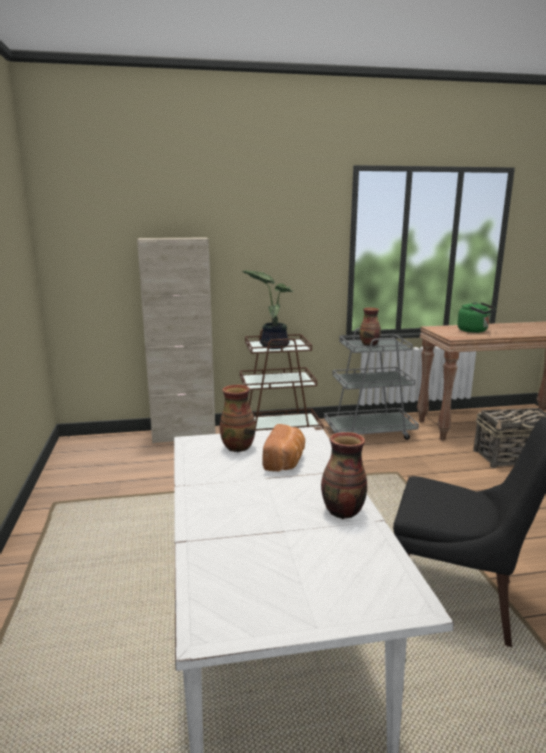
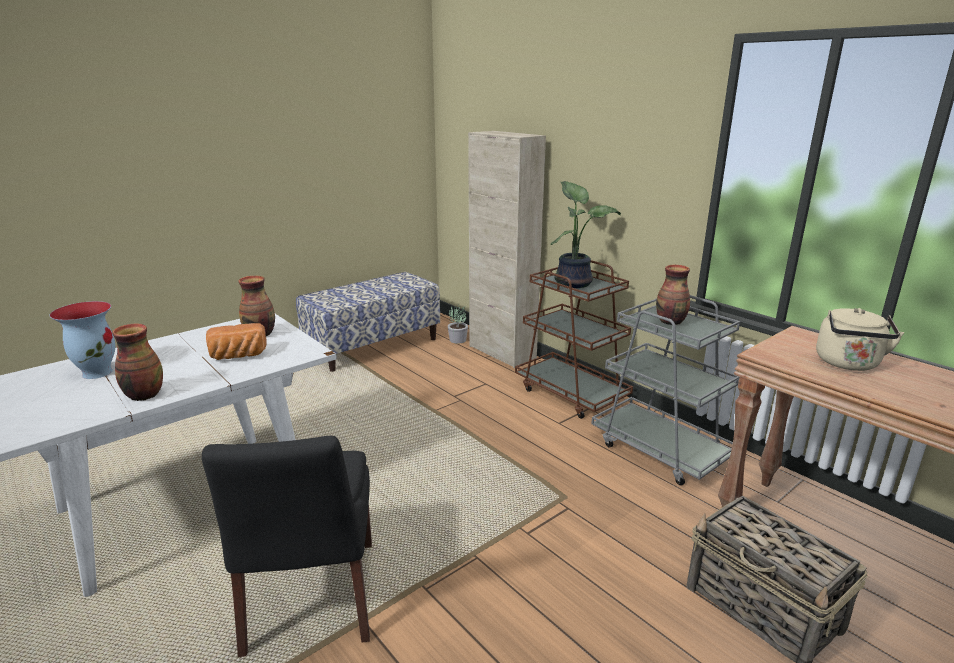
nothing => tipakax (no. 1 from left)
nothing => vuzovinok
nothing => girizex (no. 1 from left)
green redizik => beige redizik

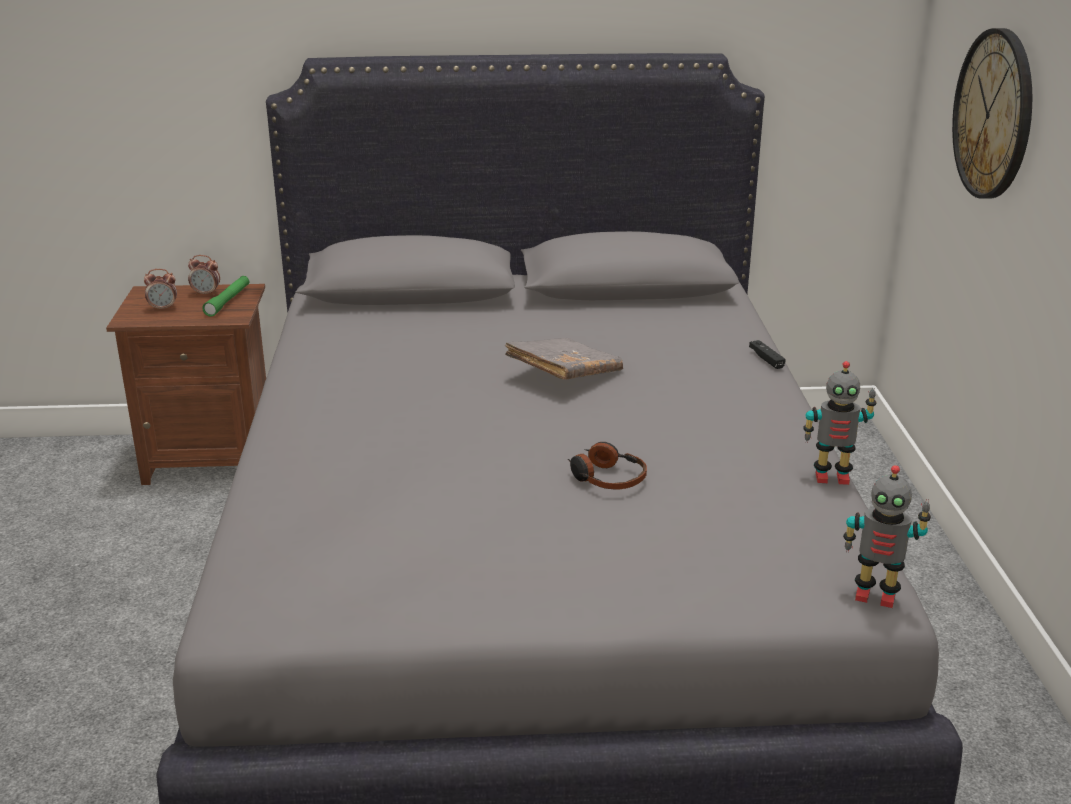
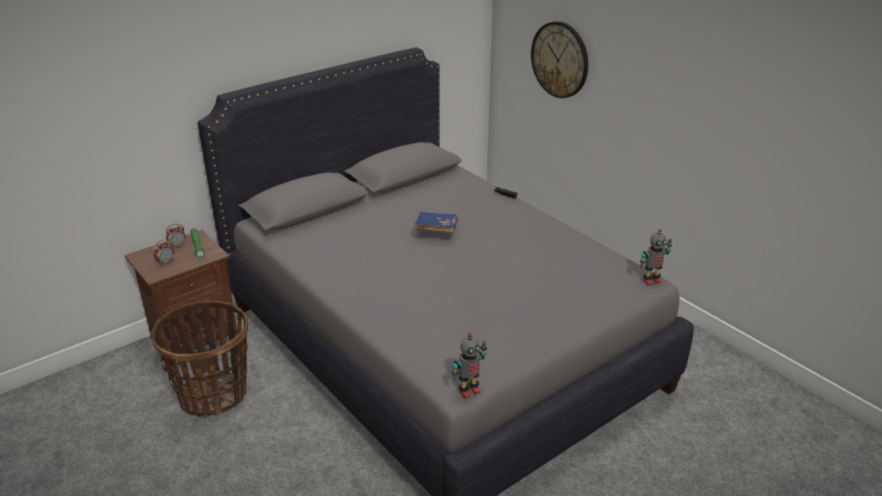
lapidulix => nothing
nothing => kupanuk
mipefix (no. 1 from left), relocated
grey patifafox => blue patifafox

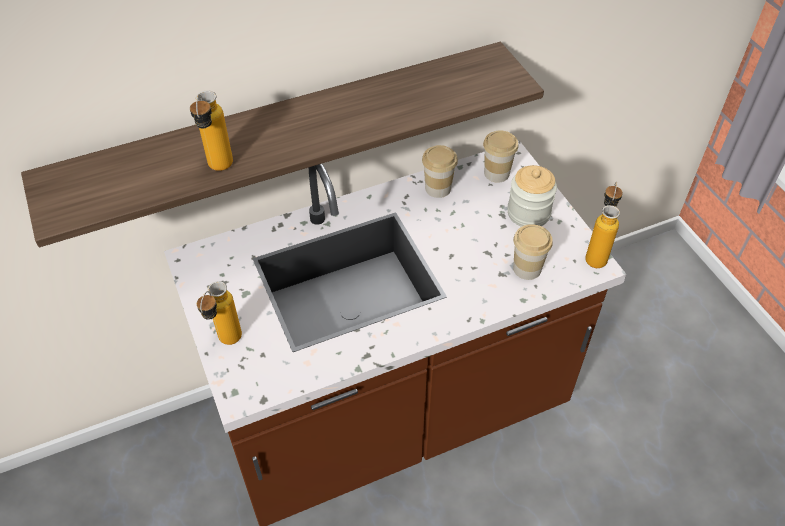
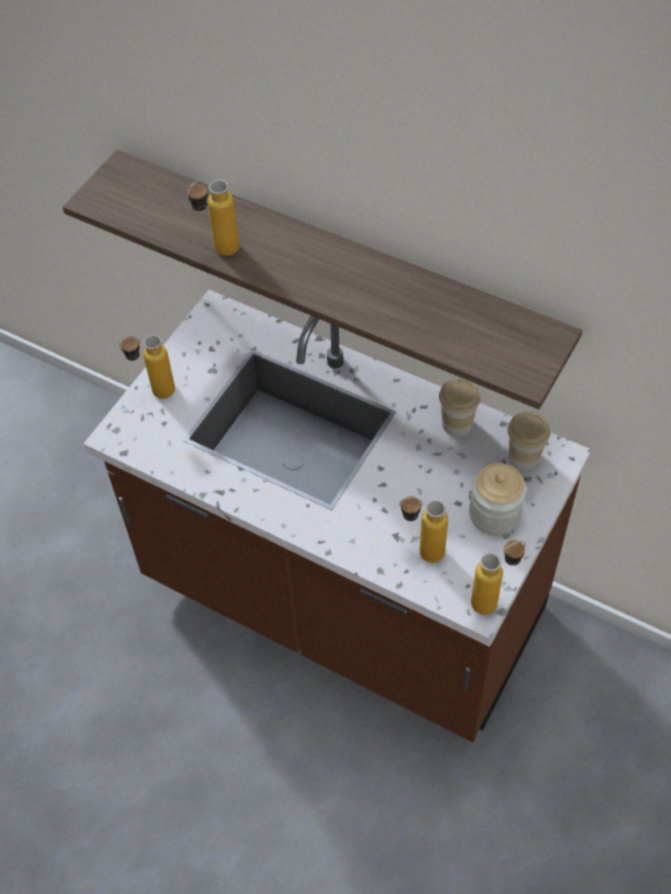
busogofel (no. 3 from left) => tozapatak (no. 3 from left)

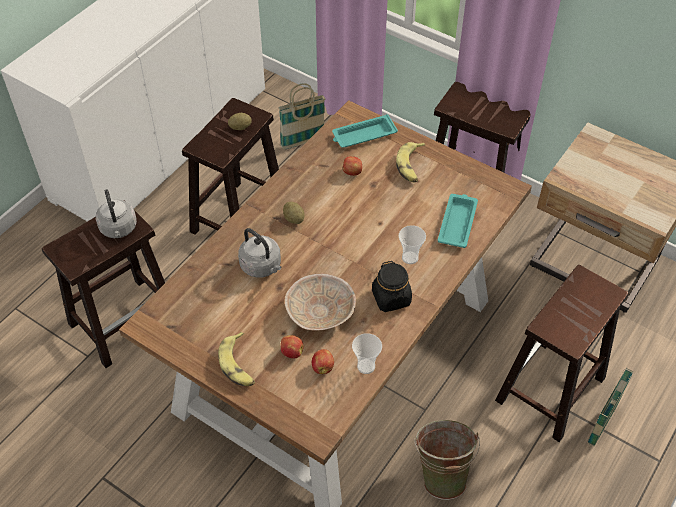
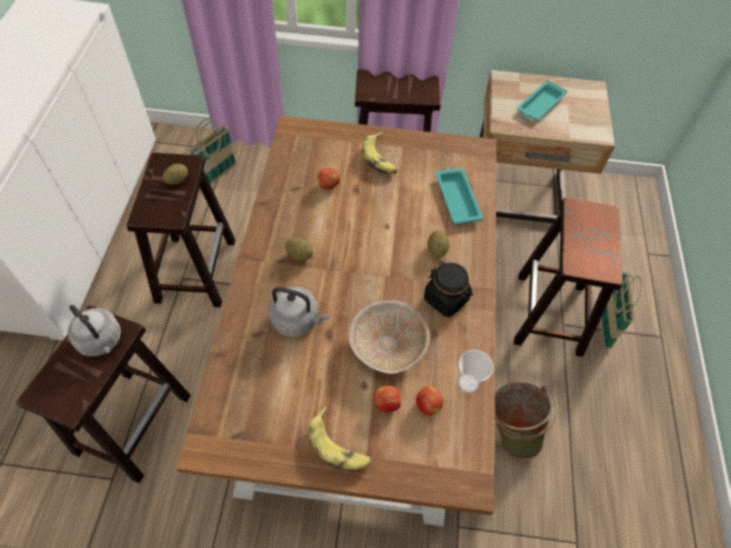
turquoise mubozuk (no. 1 from left in the first image) => turquoise mubozuk (no. 2 from left), relocated
busogofel (no. 2 from left) => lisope (no. 3 from left)

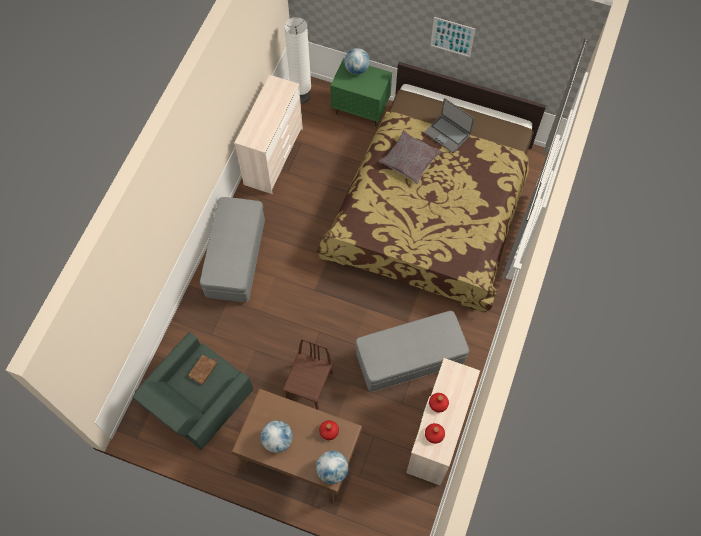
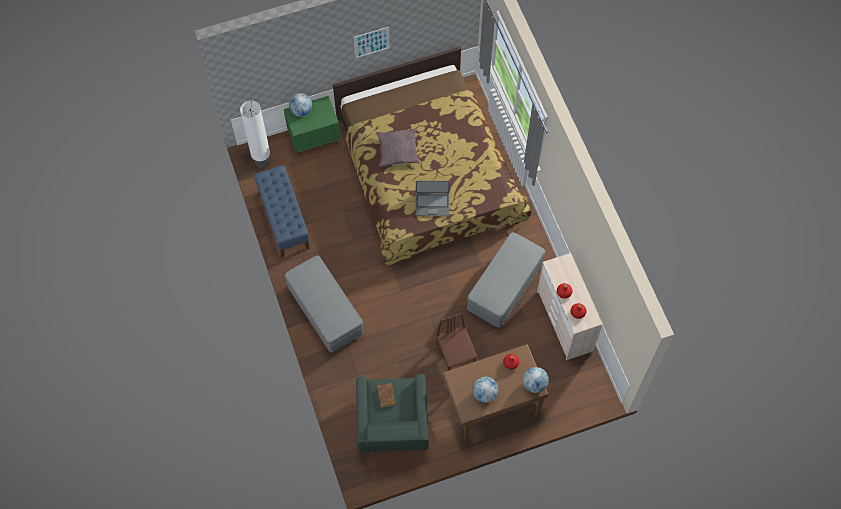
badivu, relocated
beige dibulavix (no. 1 from left) => blue vuzovinok

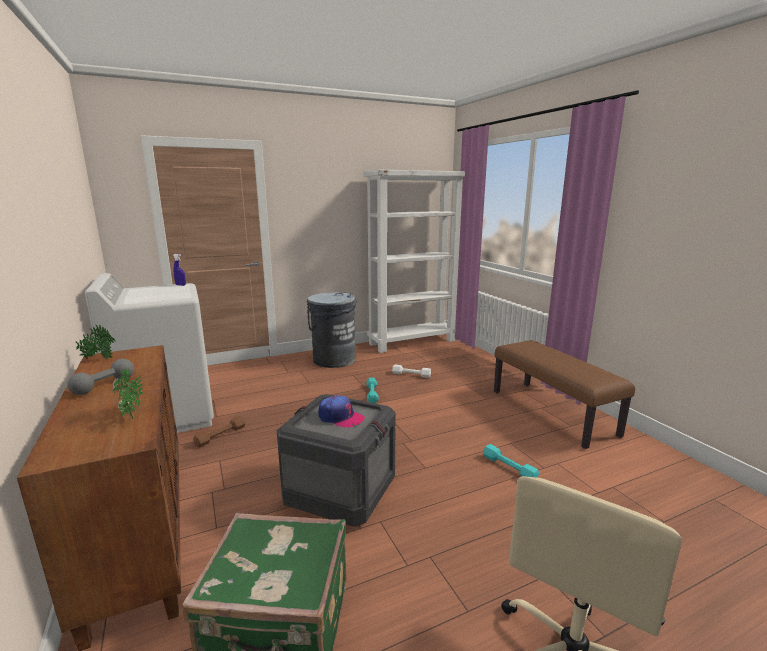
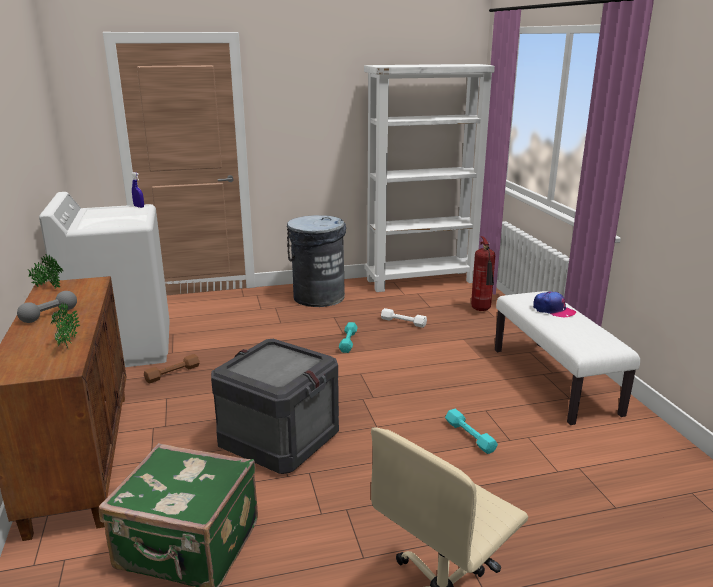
nothing => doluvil
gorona, relocated
brown vuzovinok => white vuzovinok

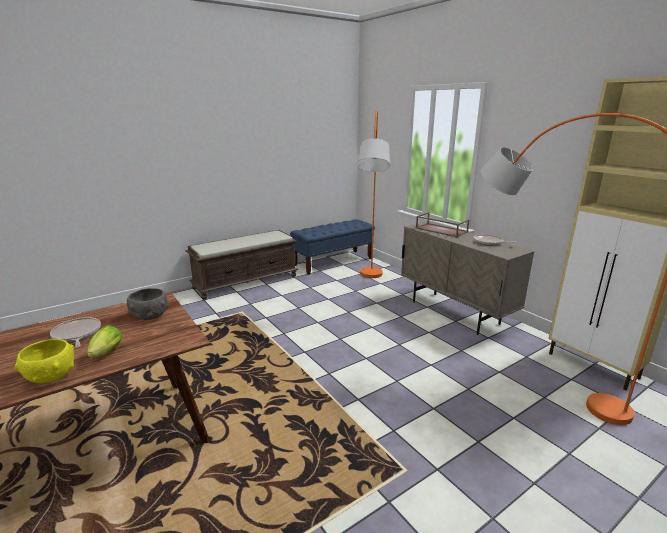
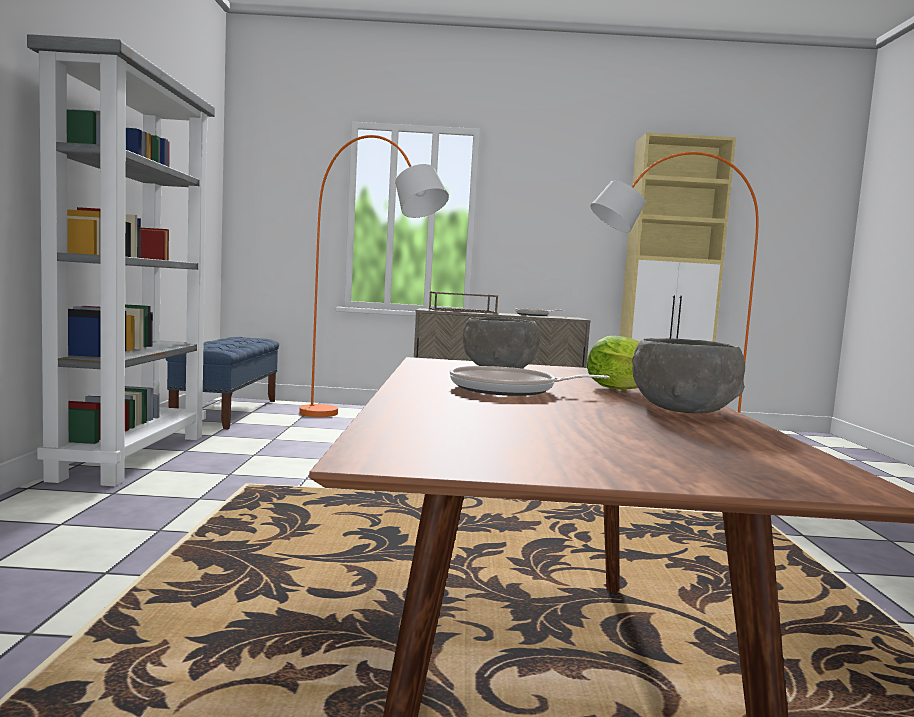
brown vuzovinok => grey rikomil
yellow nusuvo => grey nusuvo (no. 2 from left)

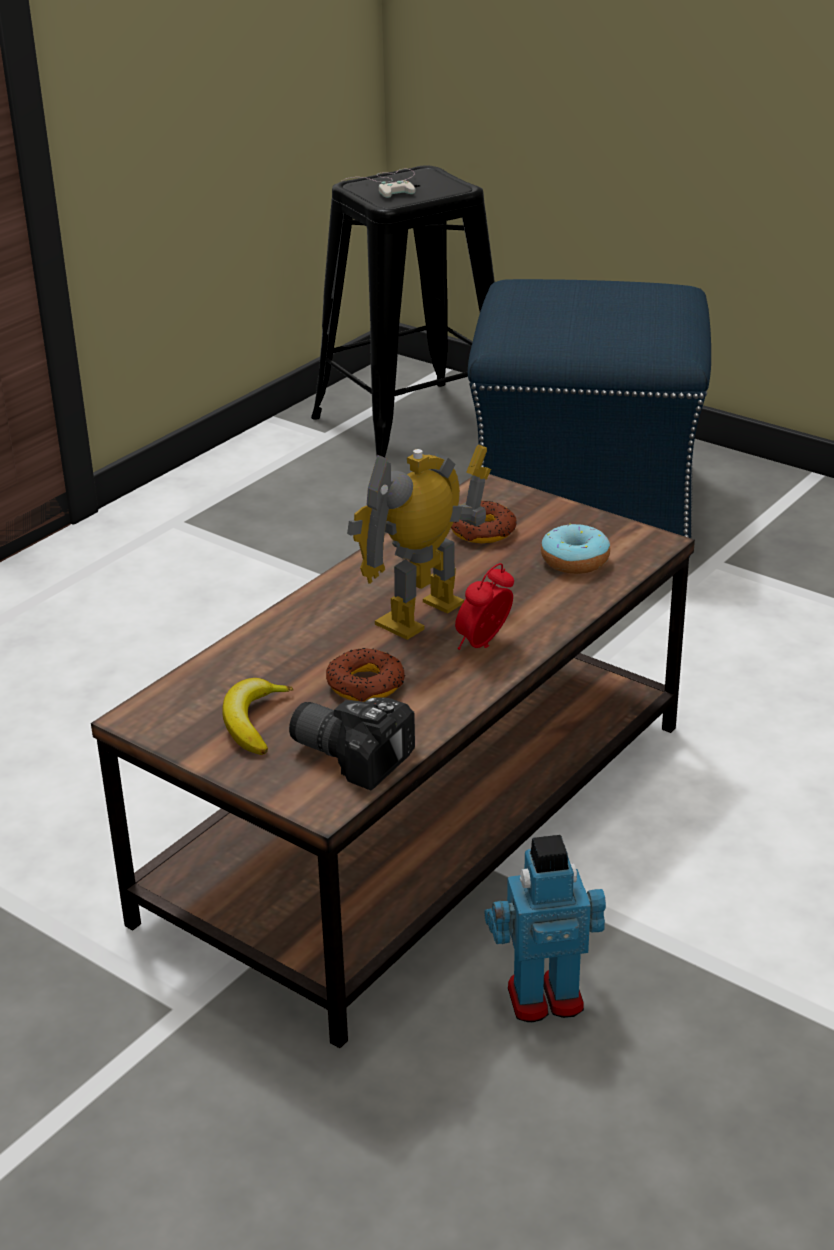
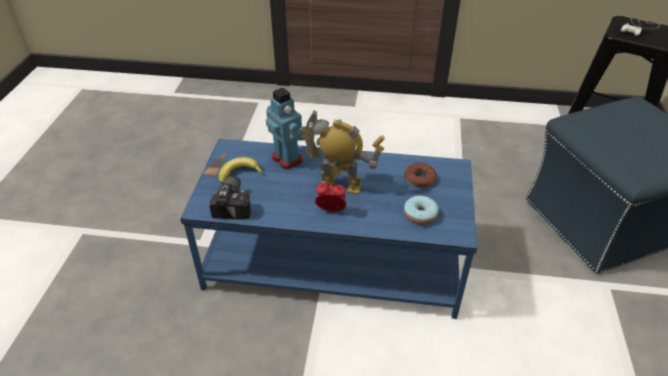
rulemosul (no. 1 from left) => nothing
mipefix (no. 2 from left in the first image) => mipefix (no. 1 from left), relocated
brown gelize => blue gelize

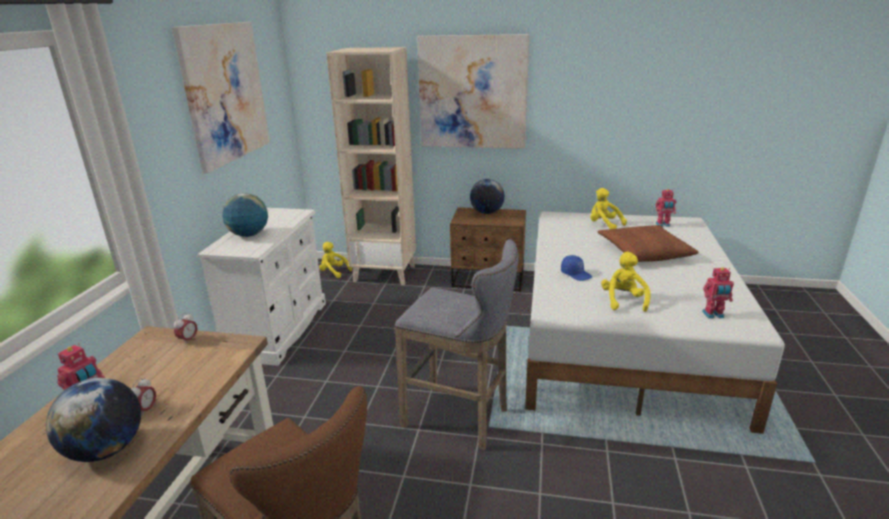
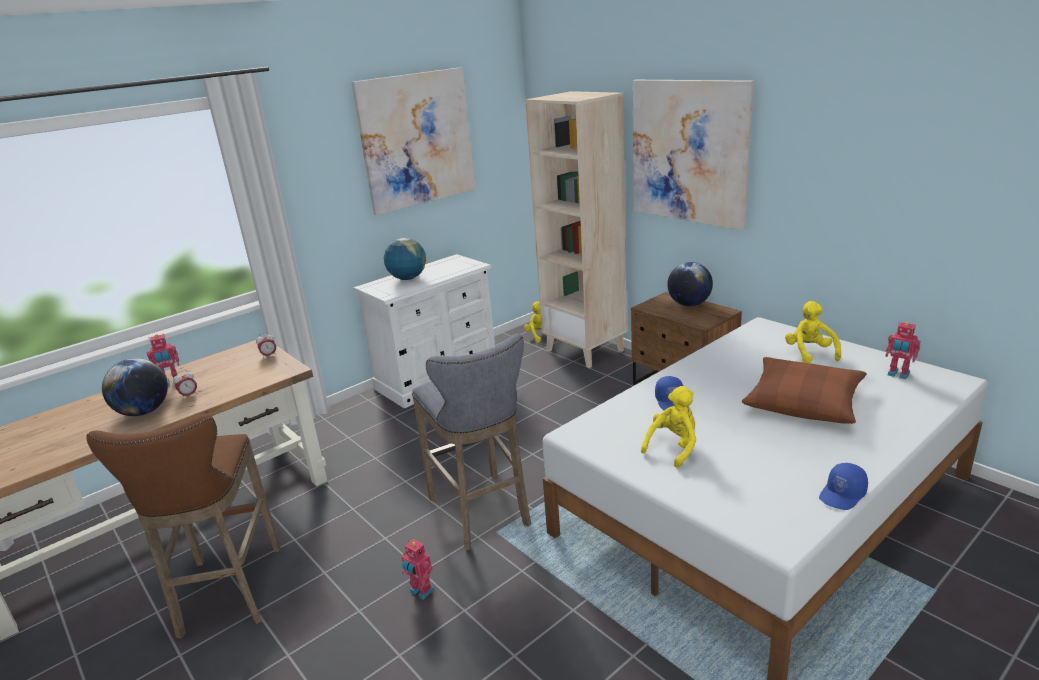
nothing => blue gorona (no. 2 from left)
mipefix (no. 3 from left in the first image) => mipefix (no. 2 from left), relocated

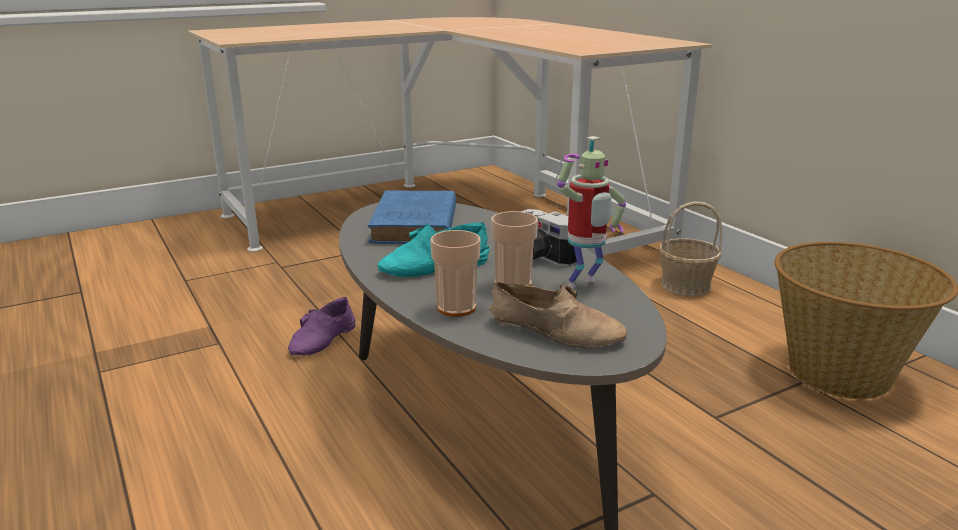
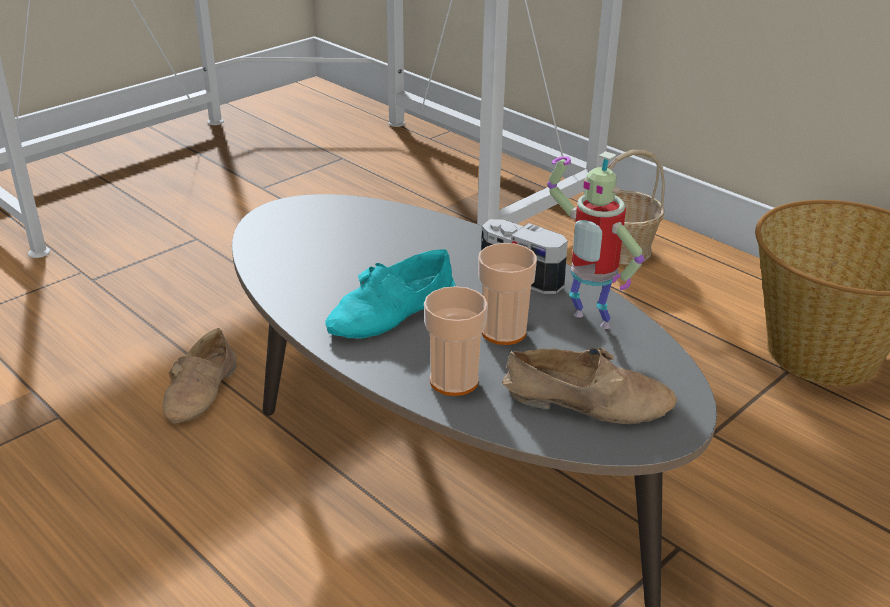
blue patifafox => nothing
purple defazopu => beige defazopu (no. 1 from left)
mipefix, 90 degrees clockwise

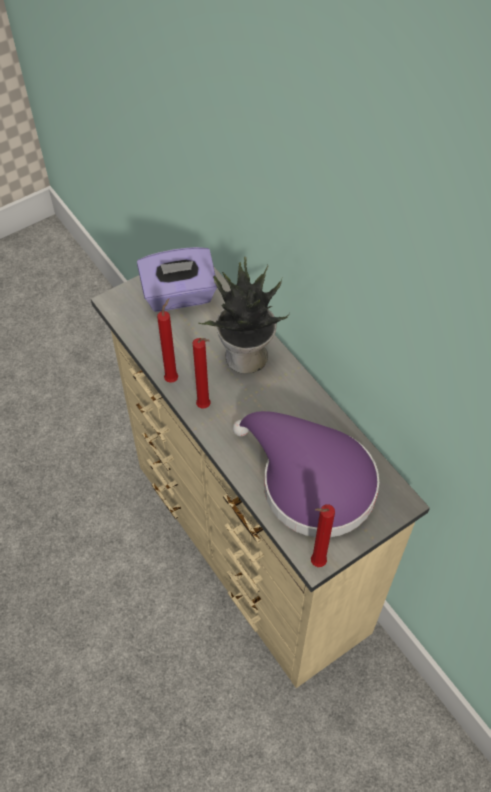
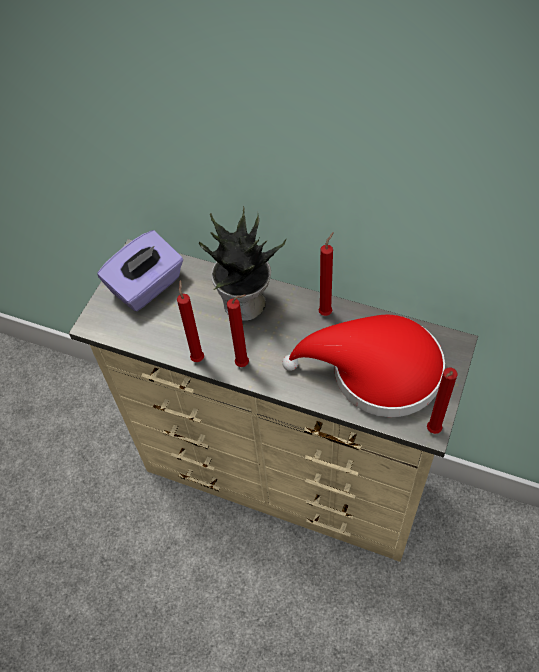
nothing => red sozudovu (no. 3 from left)
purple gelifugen => red gelifugen

